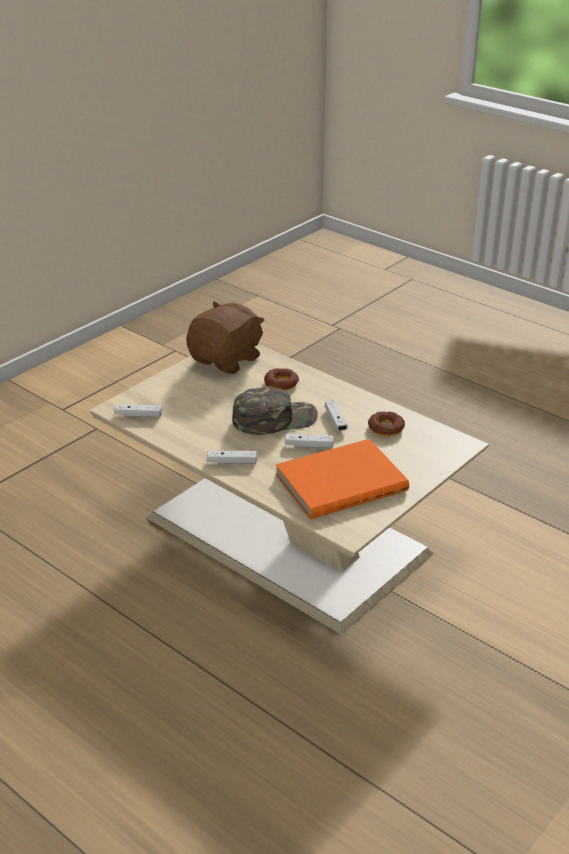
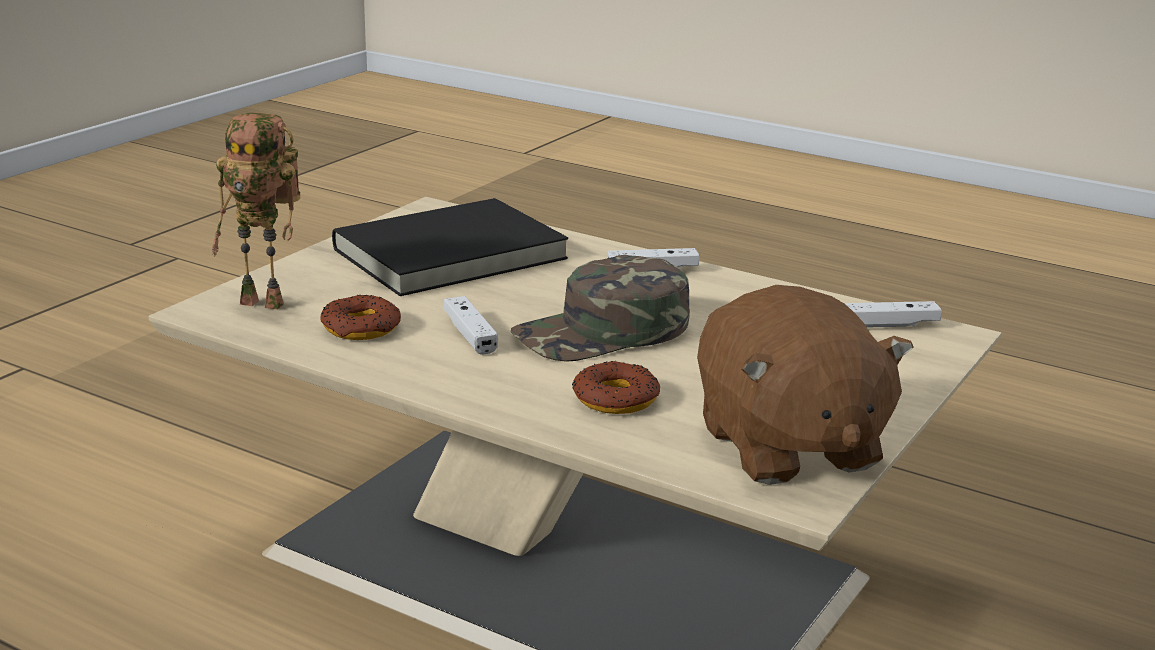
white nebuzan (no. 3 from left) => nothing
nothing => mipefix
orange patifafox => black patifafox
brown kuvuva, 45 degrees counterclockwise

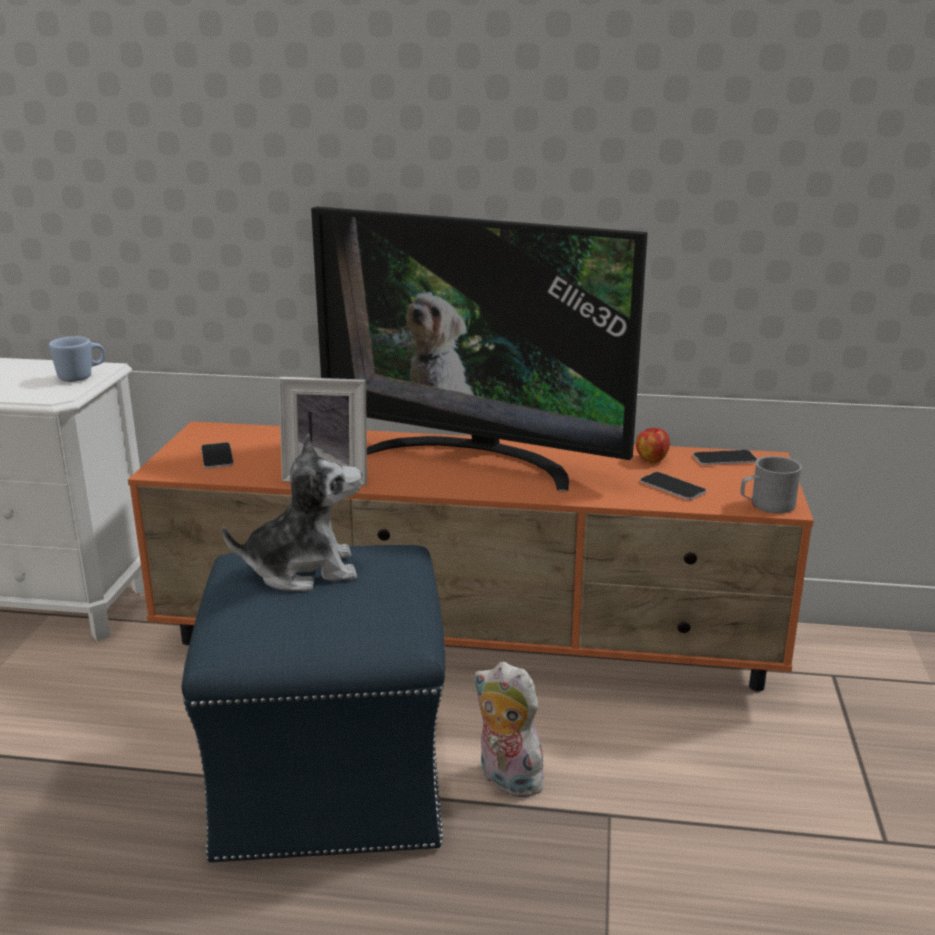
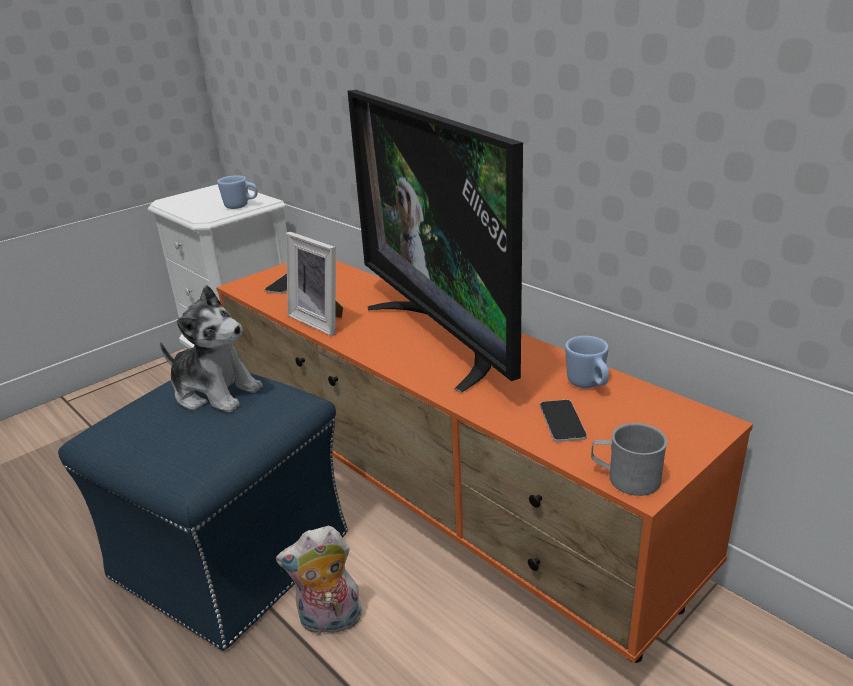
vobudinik (no. 3 from left) => nothing
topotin => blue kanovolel (no. 2 from left)
kuvuva (no. 2 from left), 90 degrees counterclockwise

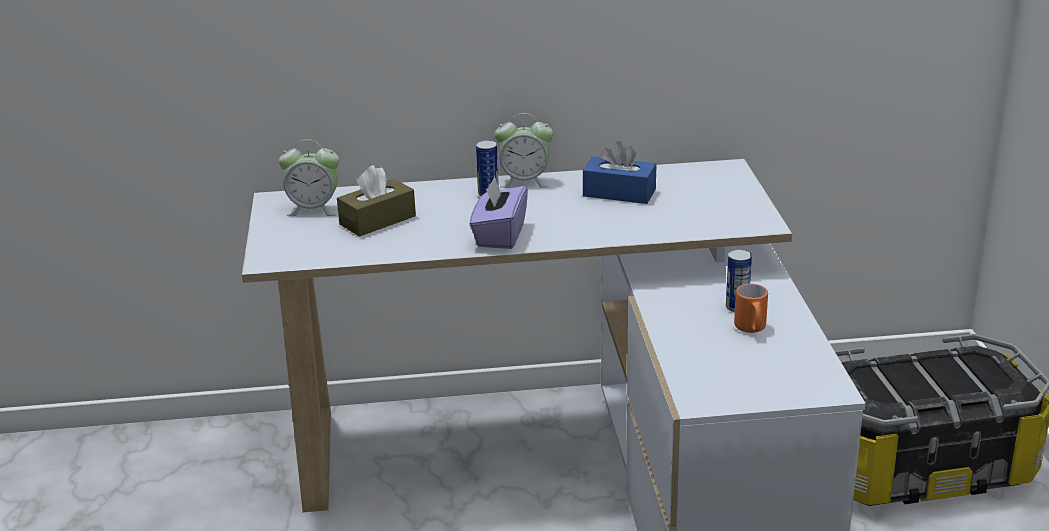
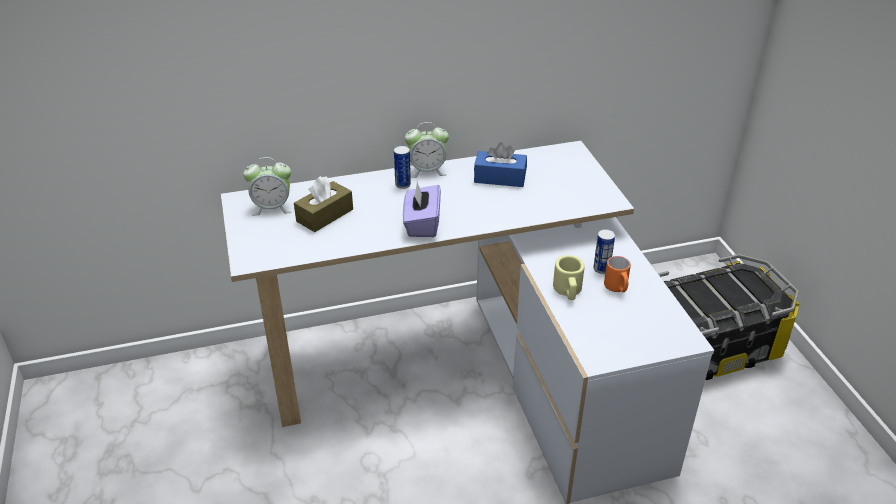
nothing => beige kanovolel

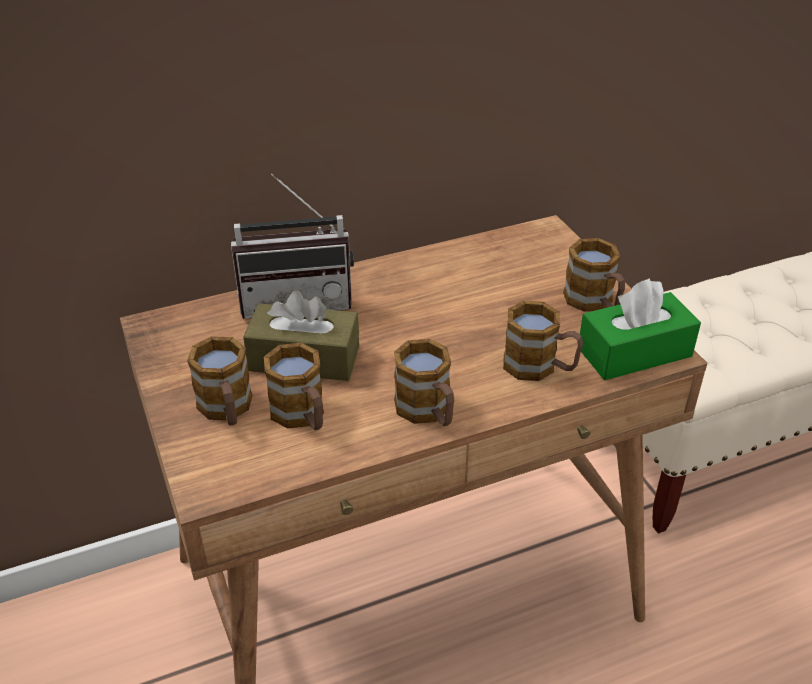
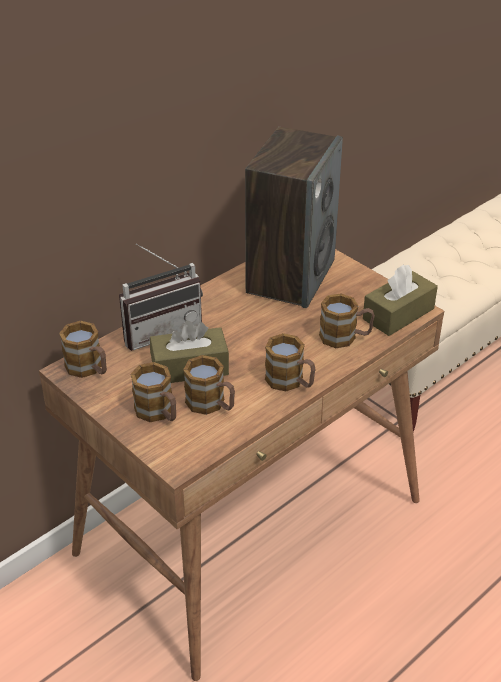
nothing => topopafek
kanovolel (no. 5 from left in the first image) => kanovolel (no. 1 from left), relocated
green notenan => brown notenan (no. 2 from left)

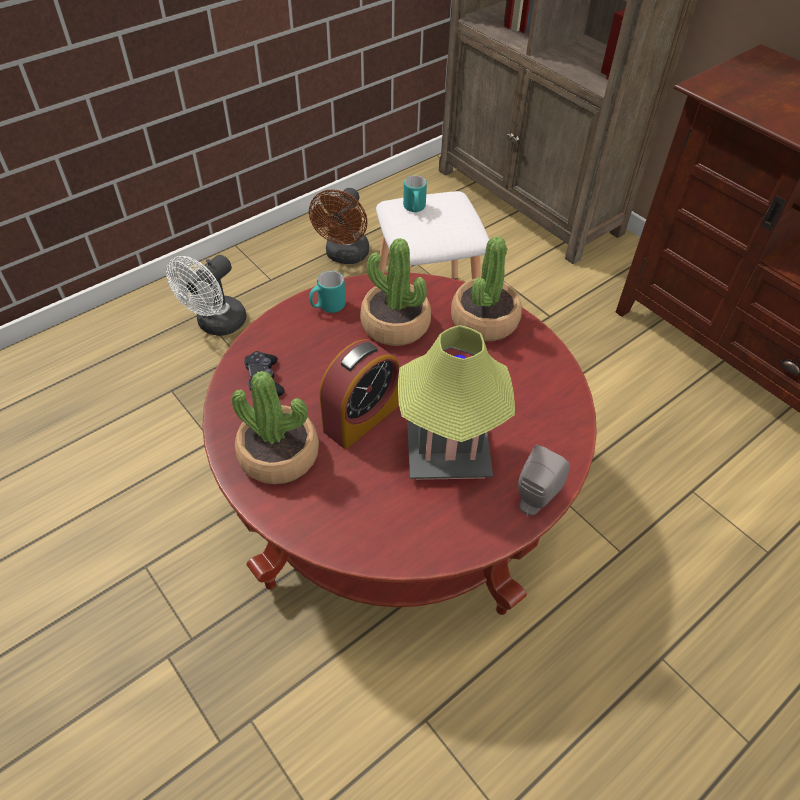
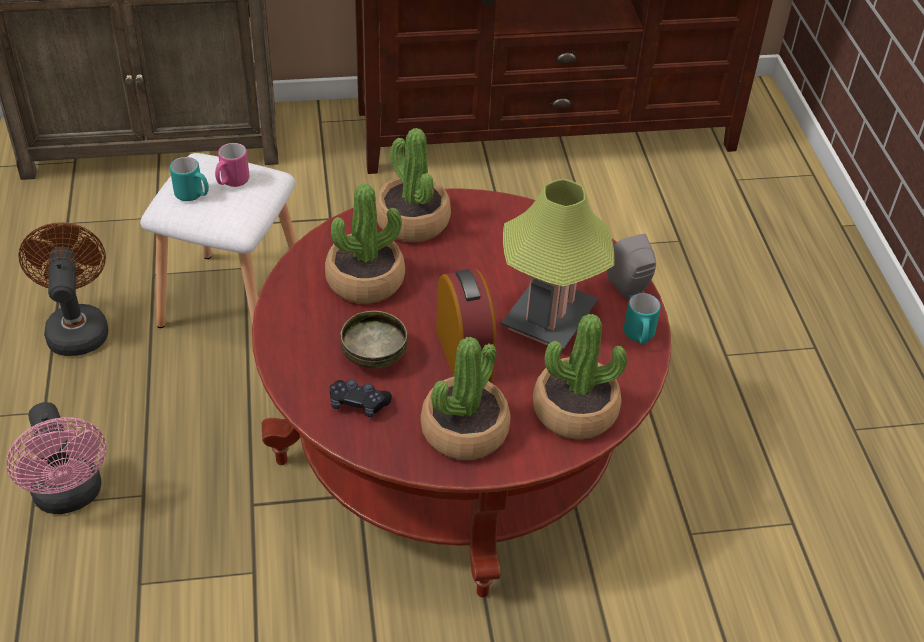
nothing => pink kanovolel
nothing => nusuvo
nothing => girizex (no. 4 from left)
turquoise kanovolel (no. 1 from left in the first image) => turquoise kanovolel (no. 2 from left), relocated
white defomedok => pink defomedok
brown defomedok, 150 degrees counterclockwise

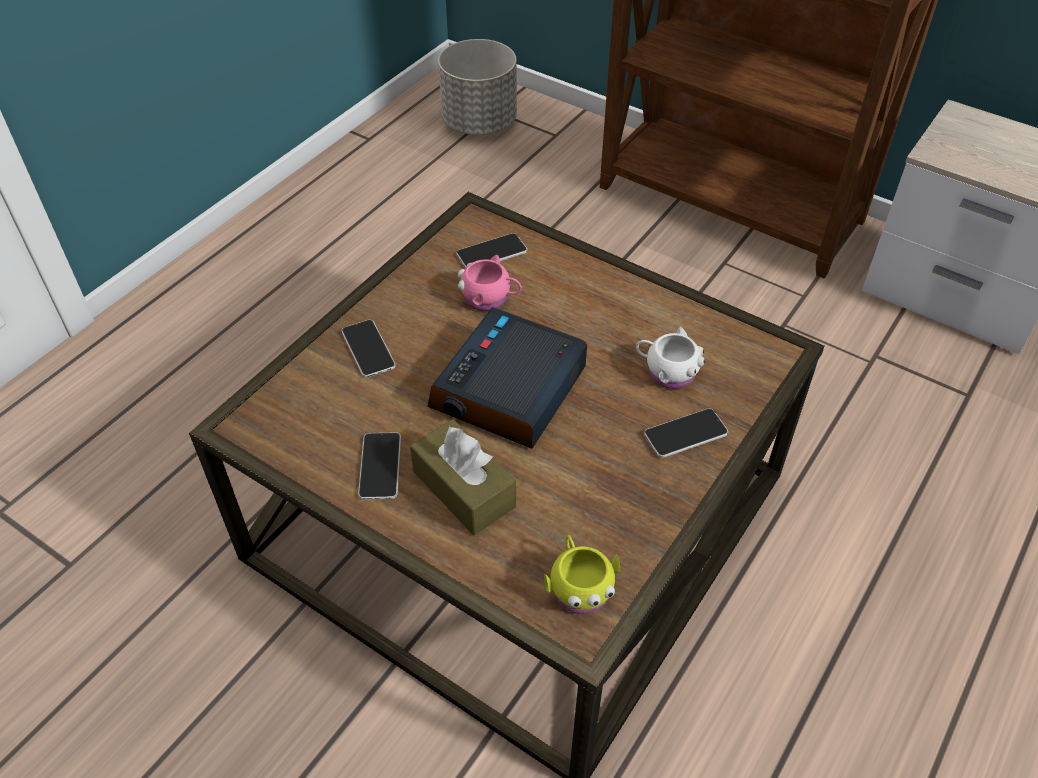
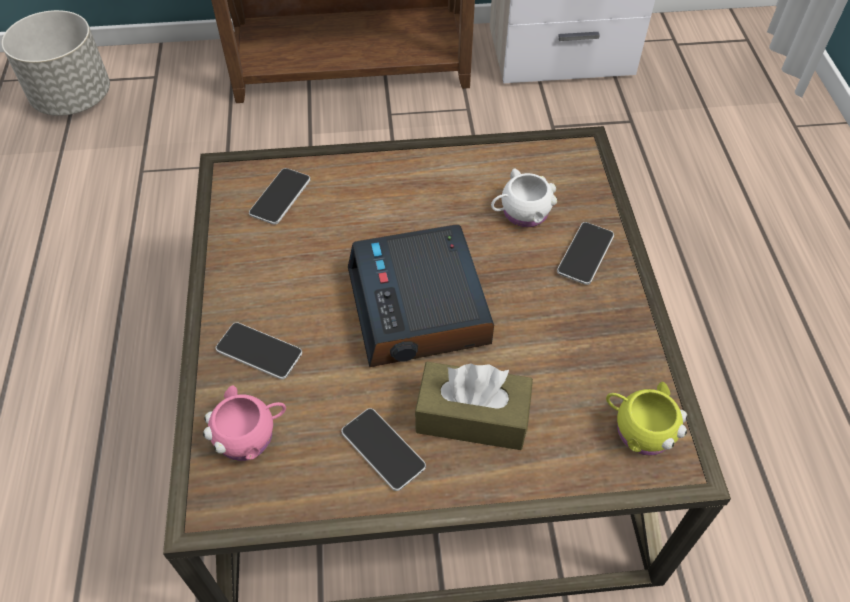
pink kanovolel, relocated

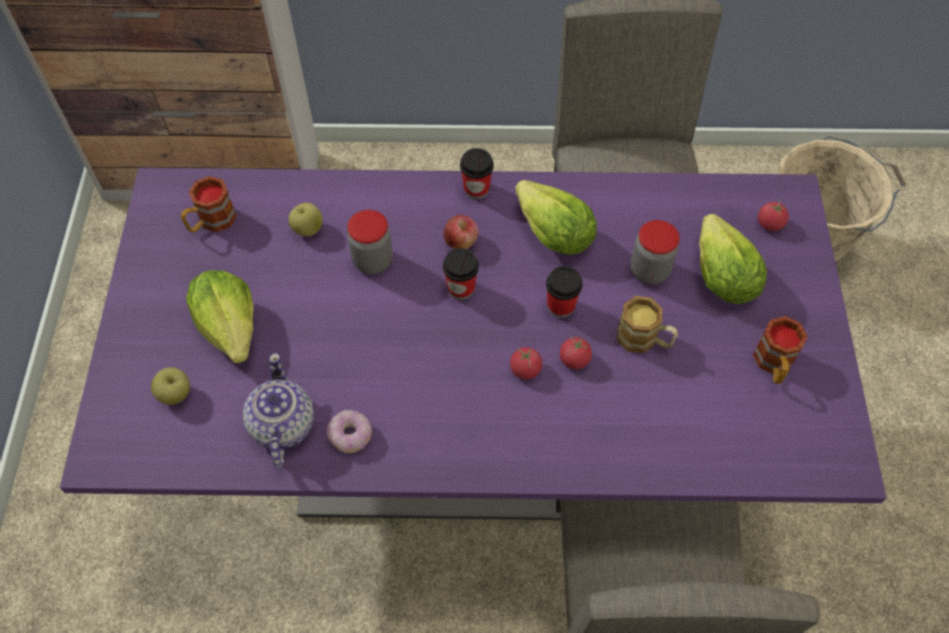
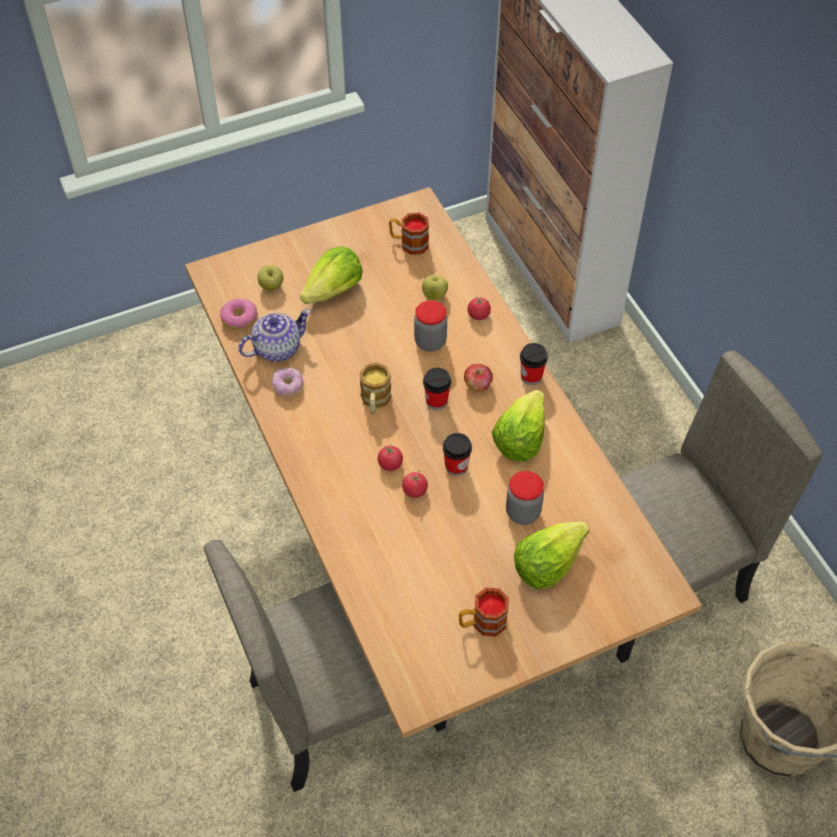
nothing => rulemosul (no. 1 from left)
kanovolel (no. 2 from left in the first image) => kanovolel (no. 1 from left), relocated
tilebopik (no. 3 from left), relocated
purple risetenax => beige risetenax

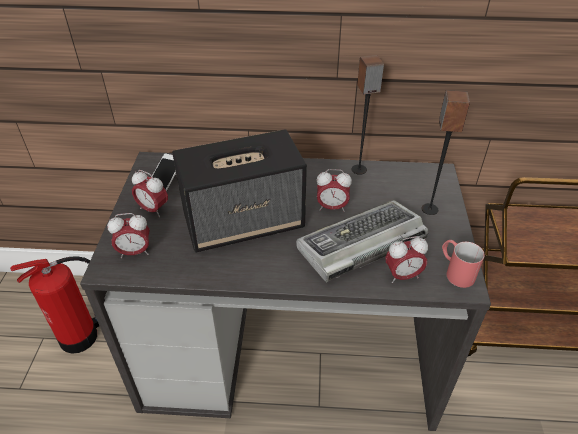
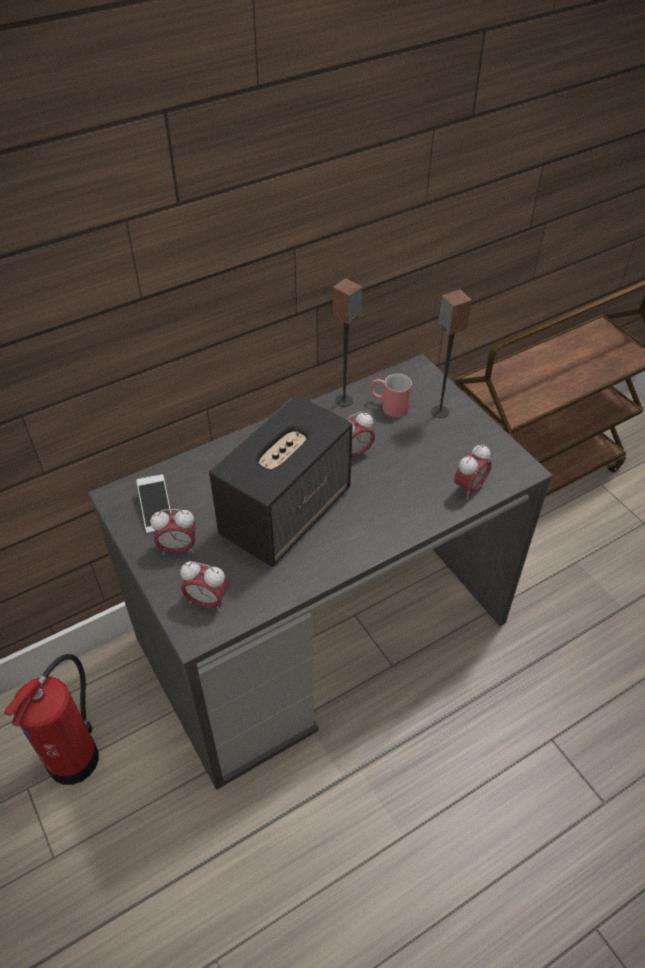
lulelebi => nothing
red kanovolel, relocated
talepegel (no. 1 from left in the first image) => talepegel (no. 2 from left), 60 degrees clockwise

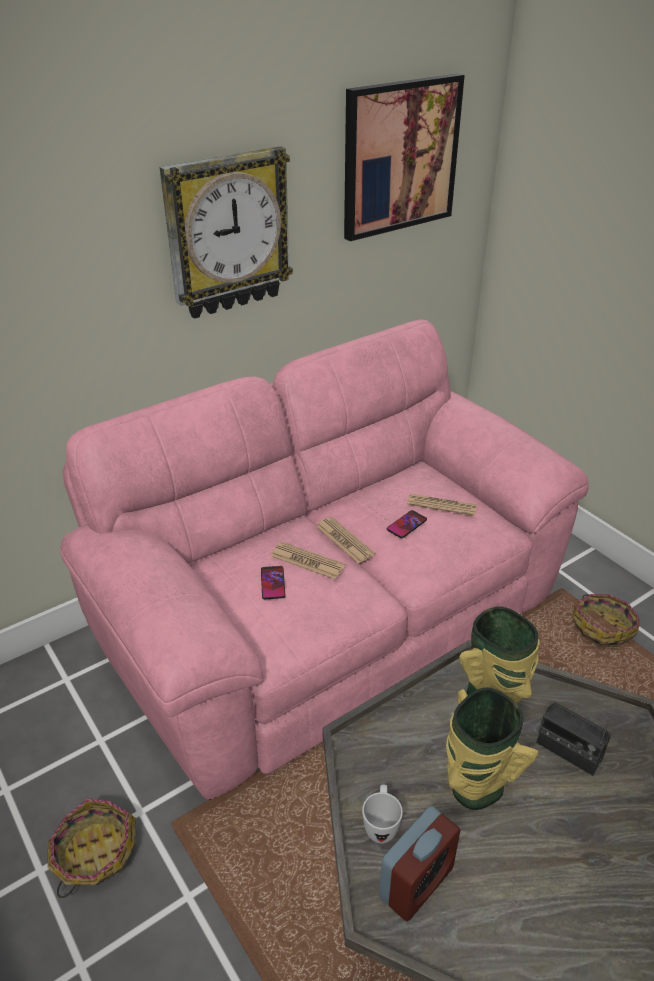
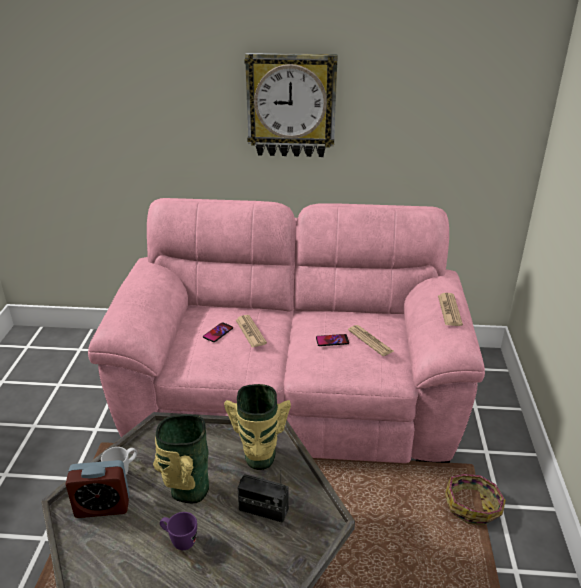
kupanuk (no. 1 from left) => nothing
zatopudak => nothing
nothing => purple kanovolel
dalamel (no. 2 from left in the first image) => dalamel (no. 3 from left), relocated
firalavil, 60 degrees counterclockwise

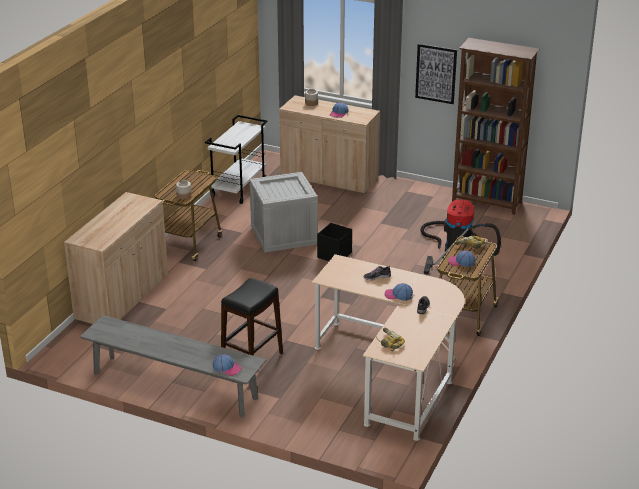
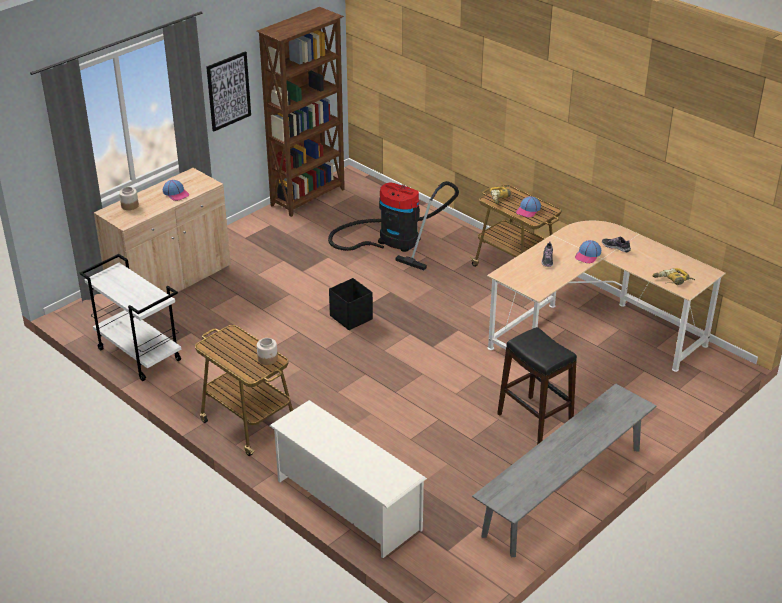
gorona (no. 1 from left) => nothing
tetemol => nothing
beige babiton (no. 1 from left) => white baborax

